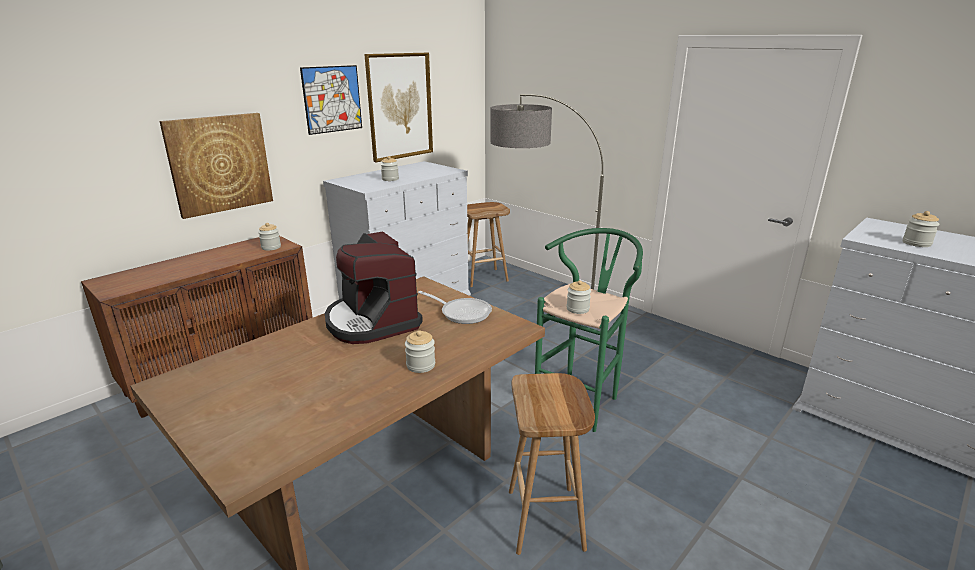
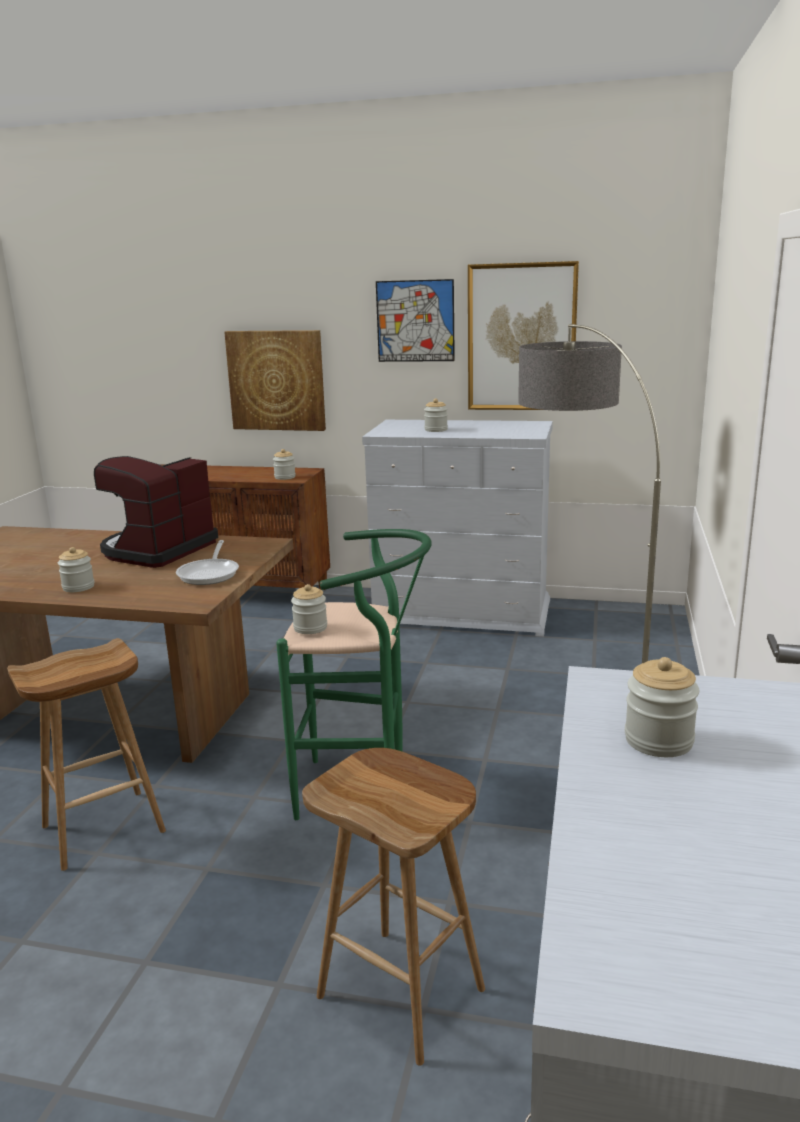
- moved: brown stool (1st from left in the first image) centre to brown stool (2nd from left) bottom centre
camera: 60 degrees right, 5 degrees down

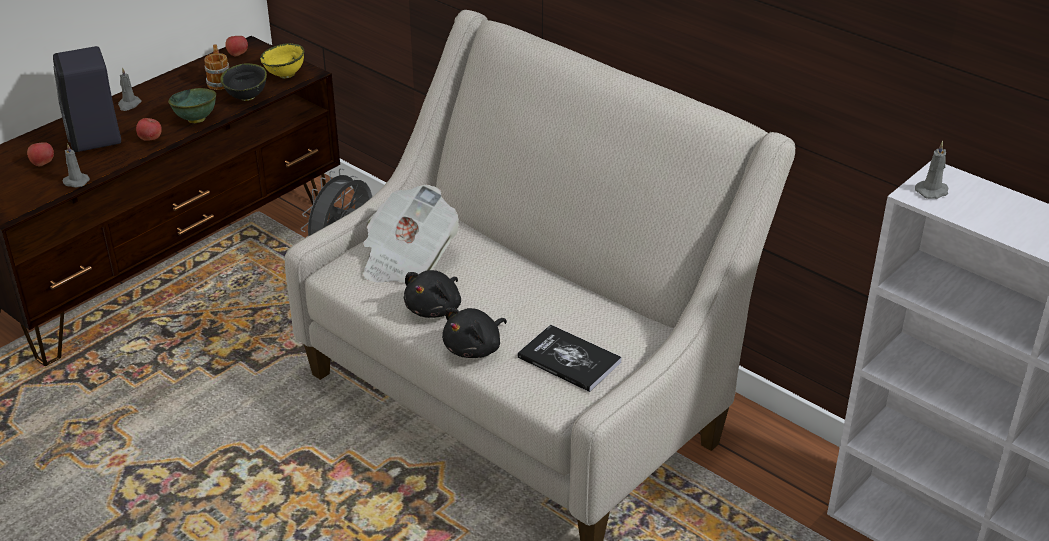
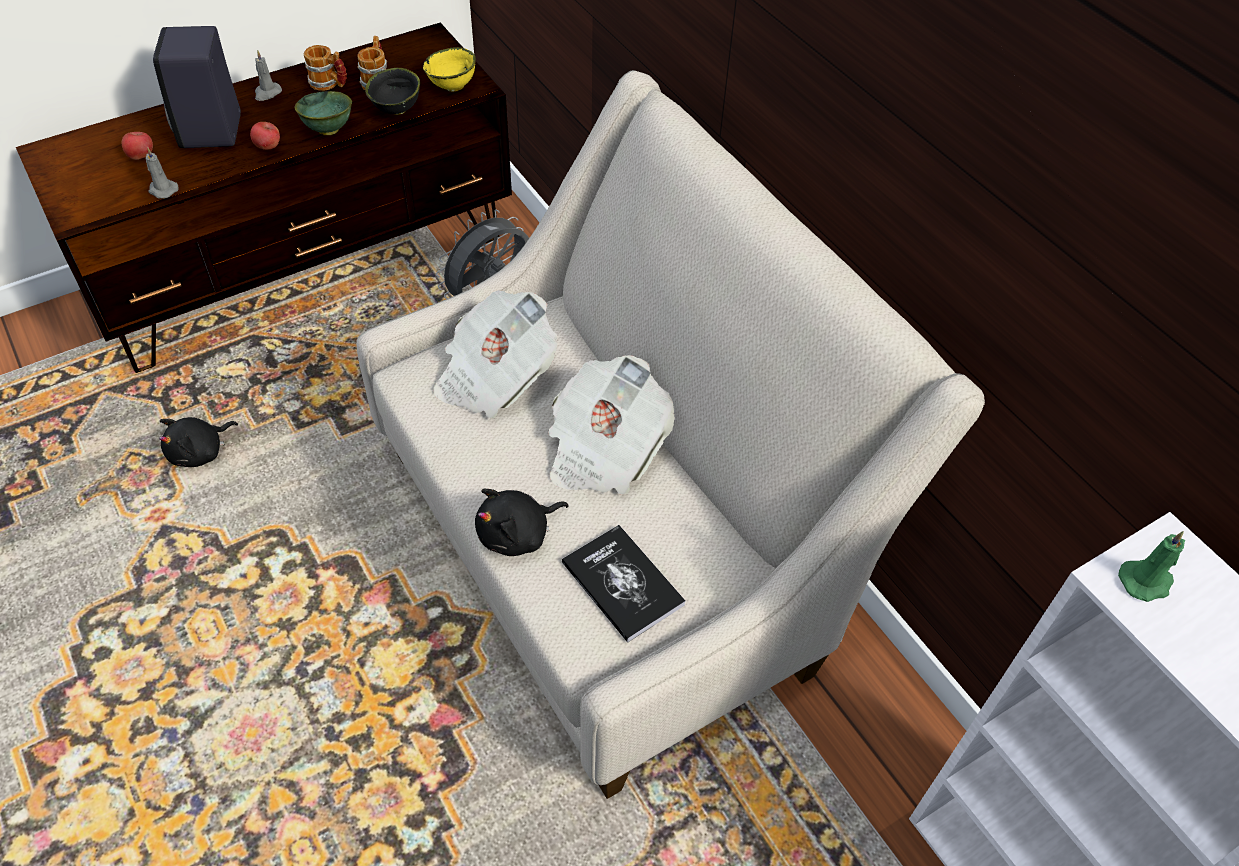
- removed: apple (3rd from left) top left
- added: mug (1st from left) top left
- added: newspaper (2nd from left) centre
- moved: black plush toy (1st from left) centre to middle left
- recoloured: grey candle (3rd from left) top right to green candle middle right
camera: 15 degrees right, 15 degrees up

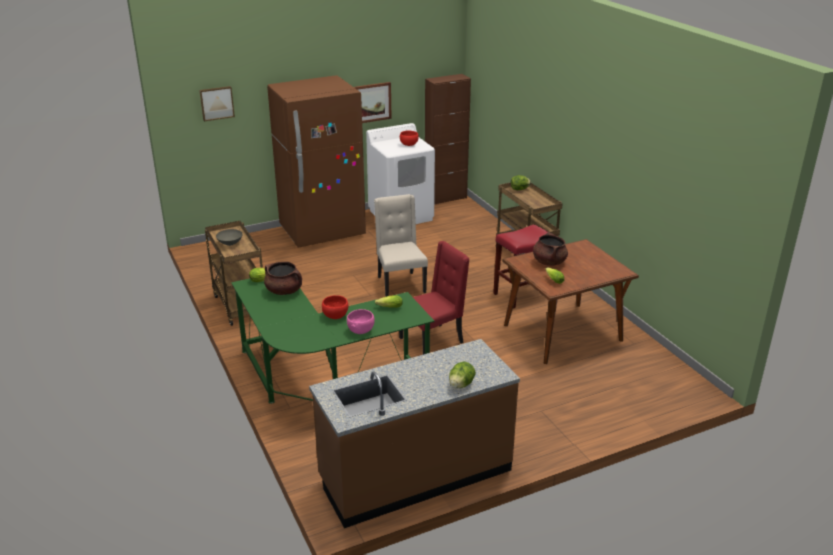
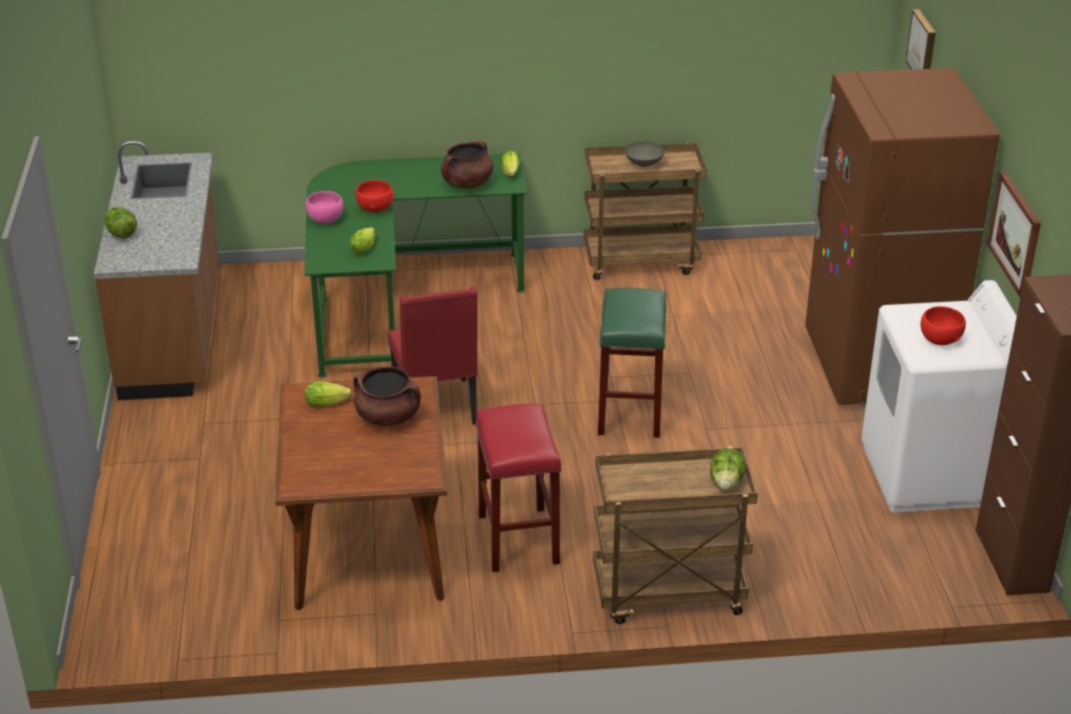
- replaced: beige chair centre to green stool centre
camera: 110 degrees right, 5 degrees up

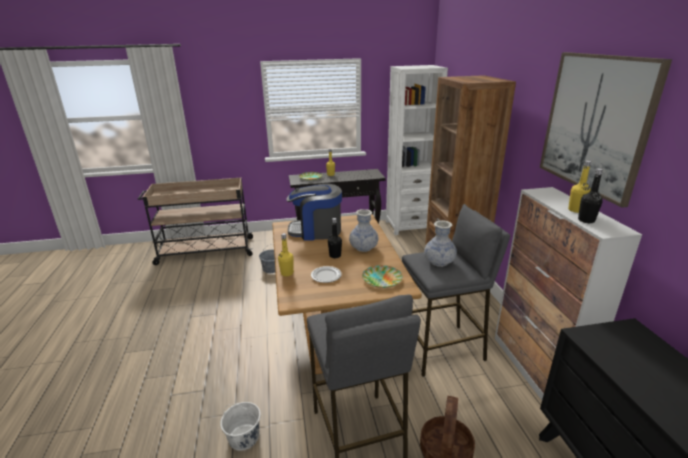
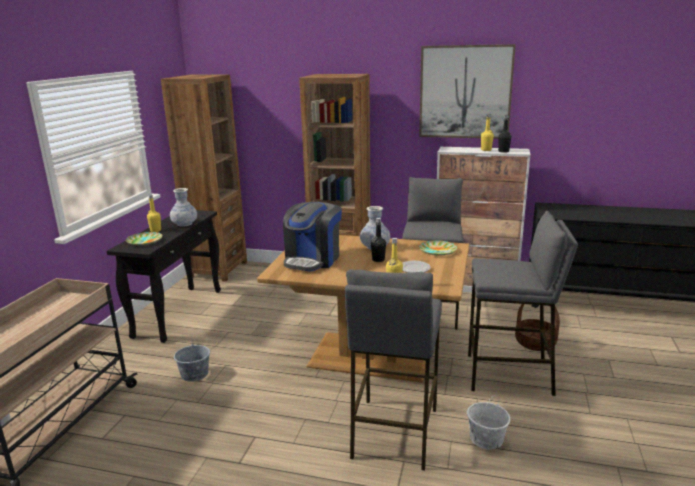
- added: grey stool (1st from left) bottom centre
- moved: vase (2nd from left in the first image) centre to vase (1st from left) middle left
- recoloured: white bookcase top centre to brown bookcase (1st from left) middle left
camera: 65 degrees left, 5 degrees down

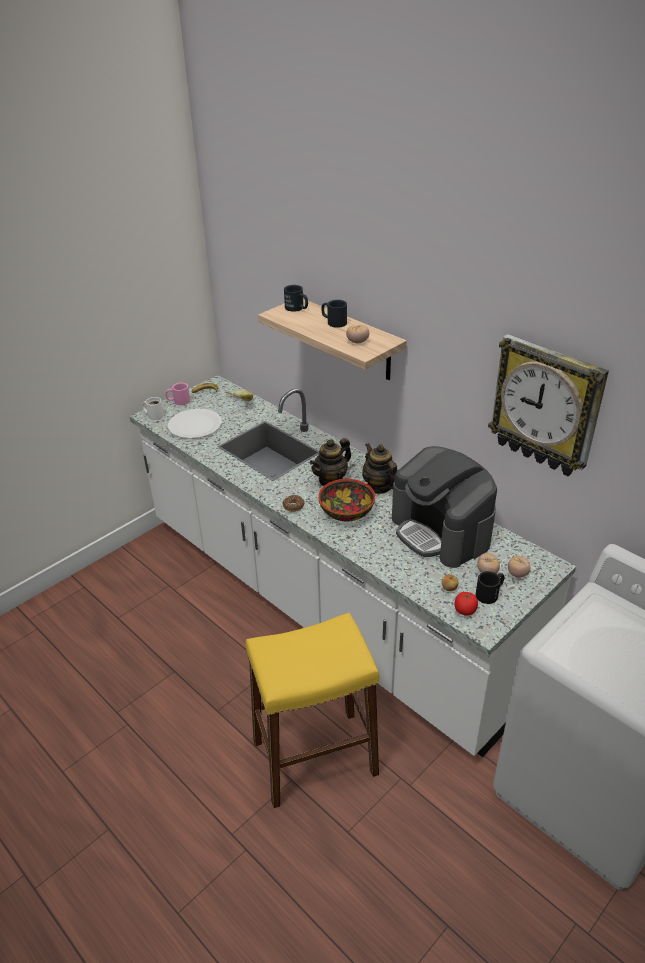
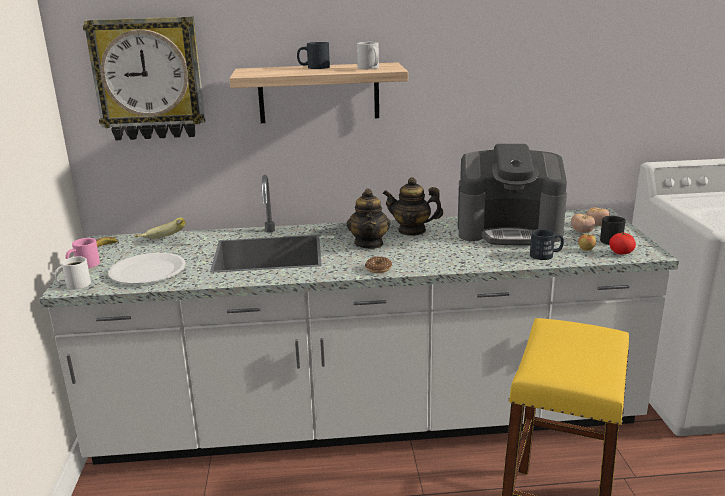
- removed: bowl centre
- moved: black mug (1st from left in the first image) top centre to black mug (2nd from left) middle right
- moved: wall clock middle right to top left
- replaced: tomato (1st from left) centre to white mug (2nd from left) top centre
camera: 50 degrees left, 15 degrees down

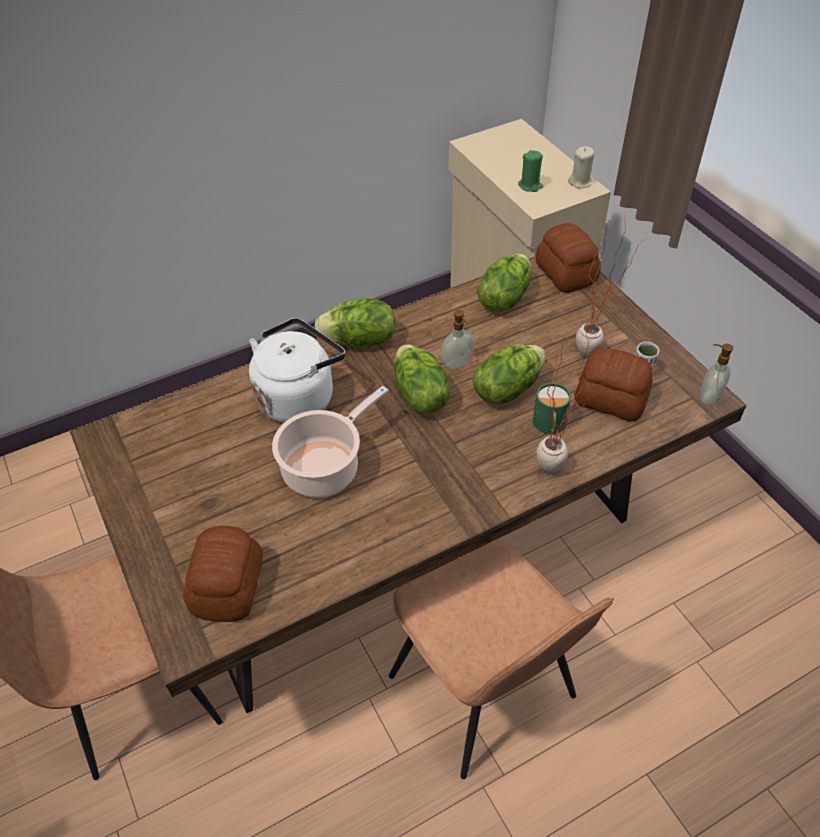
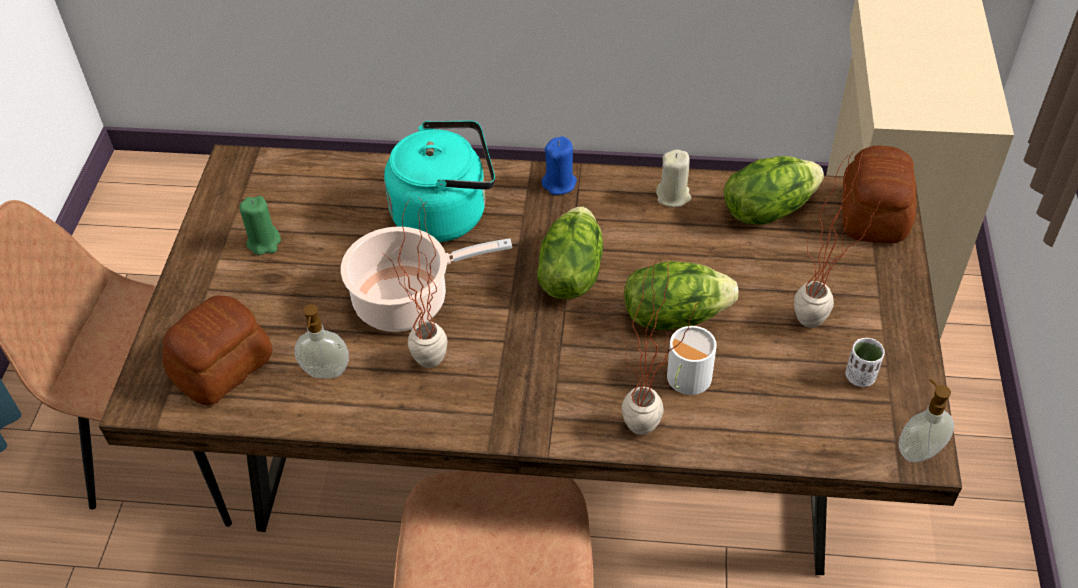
- removed: bread (3rd from left) middle right
- added: potted plant (1st from left) centre
- moved: soap dispenser (1st from left) centre to middle left
- moved: green candle top centre to middle left
- moved: beige candle top right to top centre
- replaced: lettuce (1st from left) centre to blue candle top centre
- recoloured: white kettle centre to turquoise kettle top centre
- recoloured: green mug middle right to white mug centre
camera: 35 degrees right, 0 degrees up

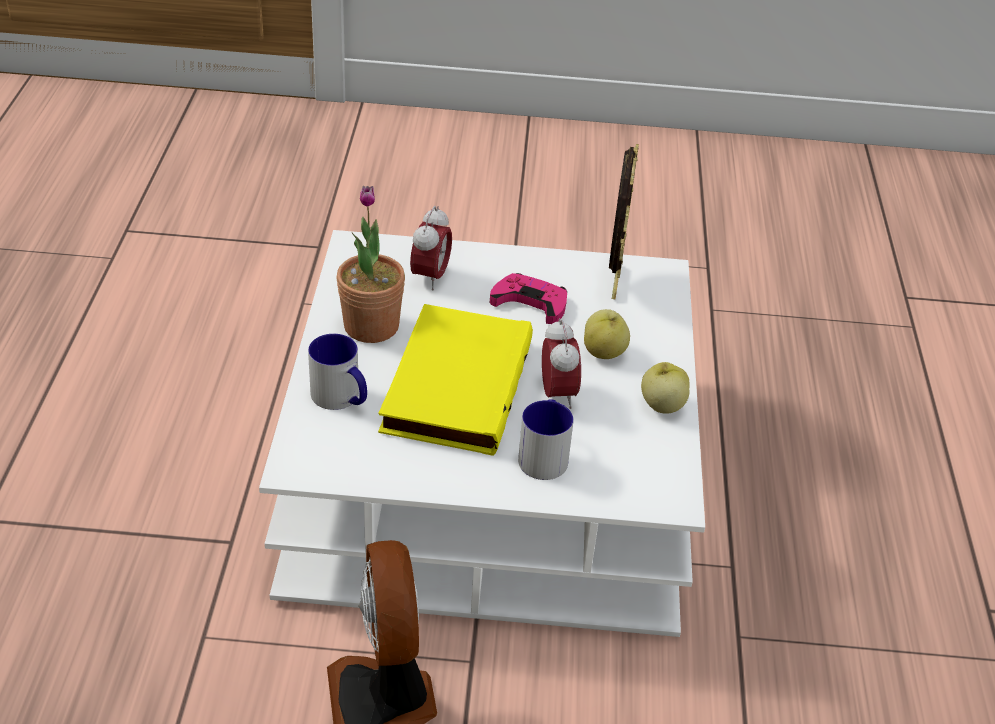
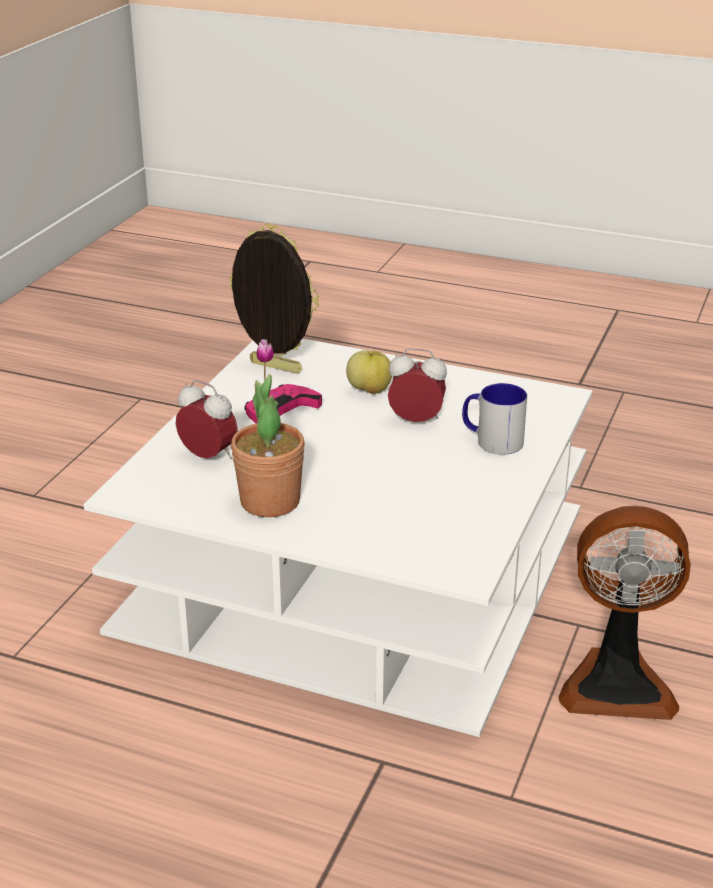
- removed: mug (1st from left) centre
- removed: yellow book centre
- removed: apple (2nd from left) middle right
camera: 70 degrees left, 10 degrees down

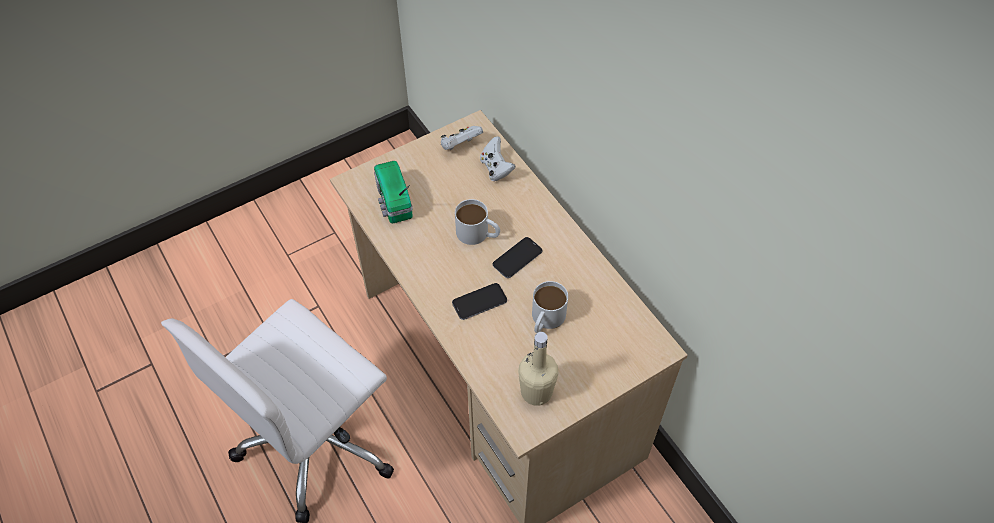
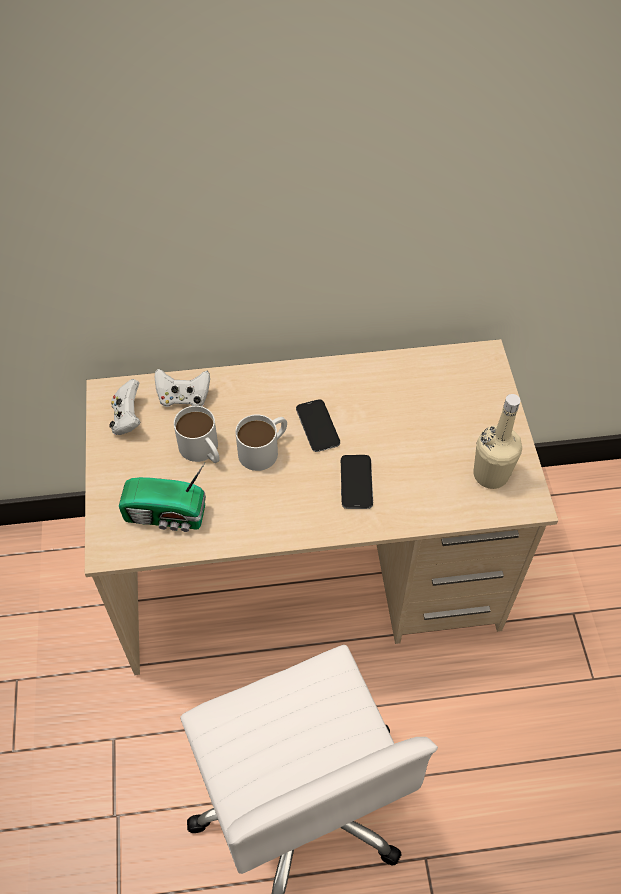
- moved: white mug (2nd from left in the first image) centre to white mug (1st from left) middle left
camera: 65 degrees left, 0 degrees up

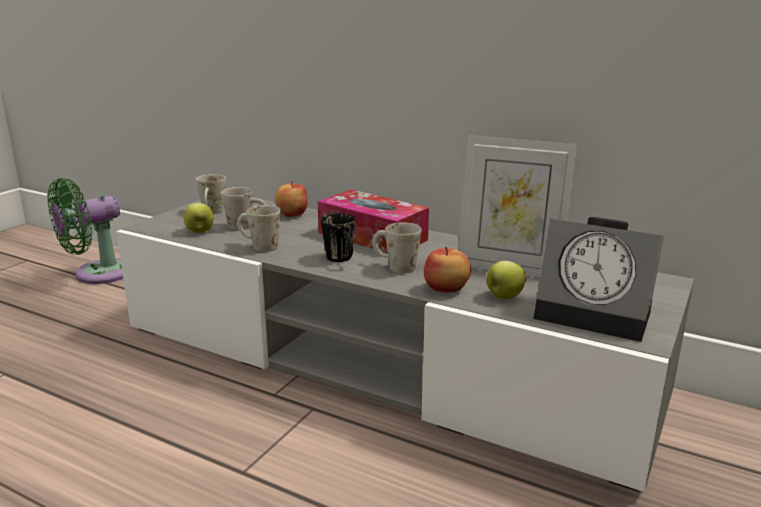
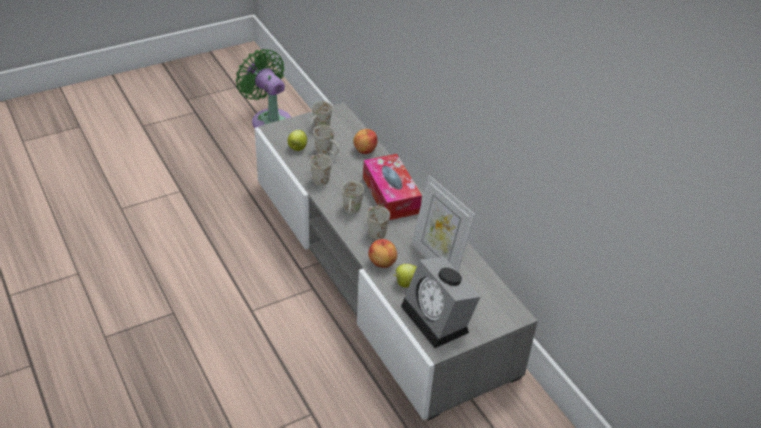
- recoloured: black mug centre to white mug (4th from left) centre
- turned: green fan middle left = top centre 60 degrees clockwise
camera: 30 degrees right, 20 degrees up

